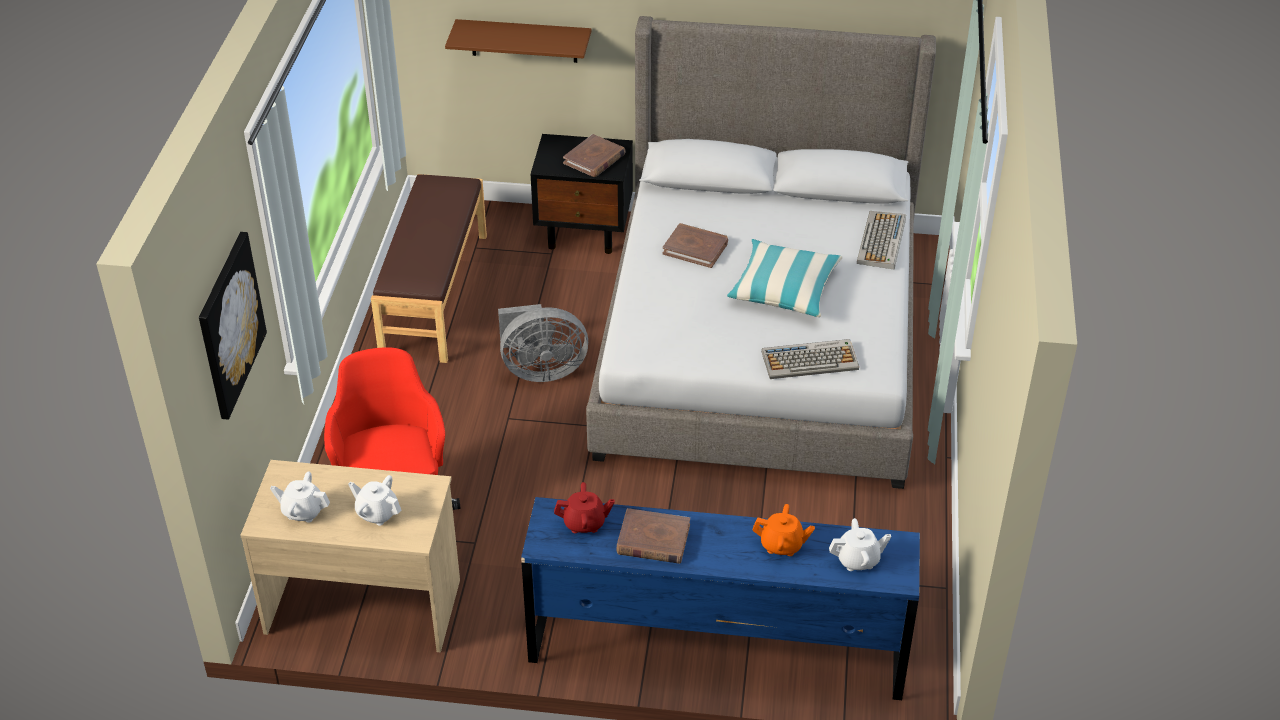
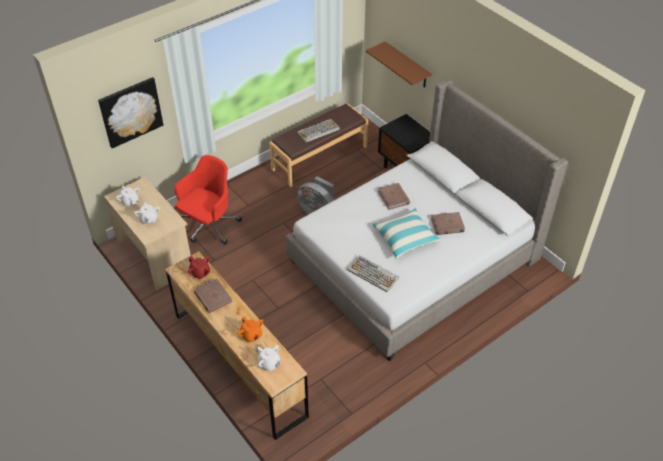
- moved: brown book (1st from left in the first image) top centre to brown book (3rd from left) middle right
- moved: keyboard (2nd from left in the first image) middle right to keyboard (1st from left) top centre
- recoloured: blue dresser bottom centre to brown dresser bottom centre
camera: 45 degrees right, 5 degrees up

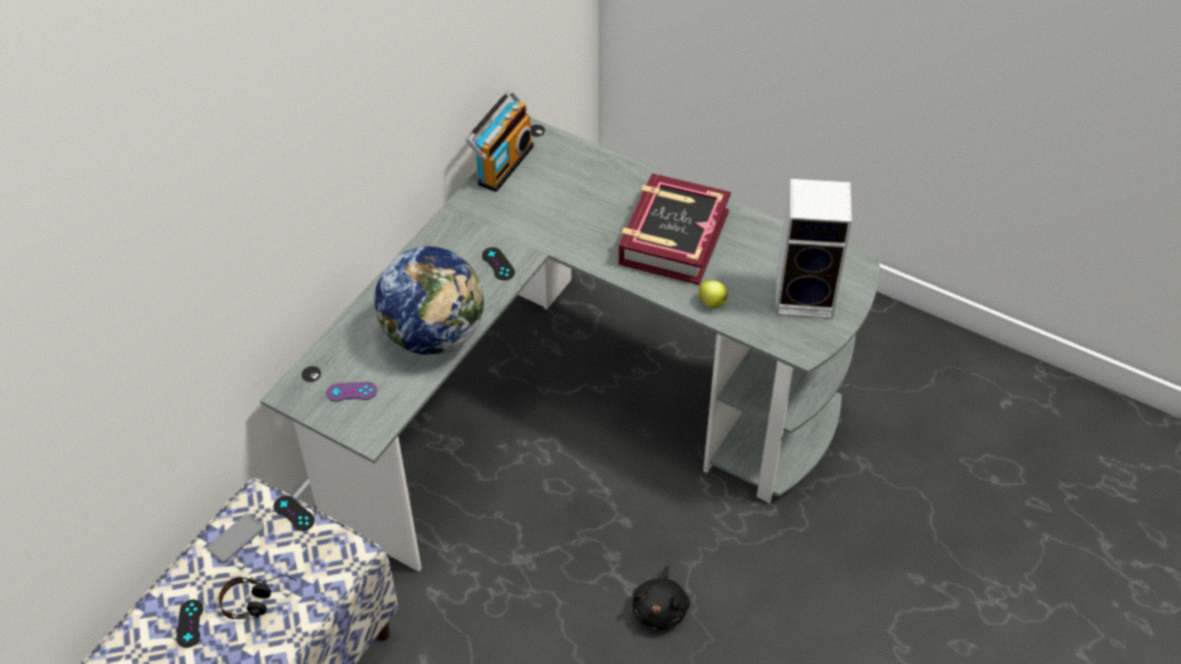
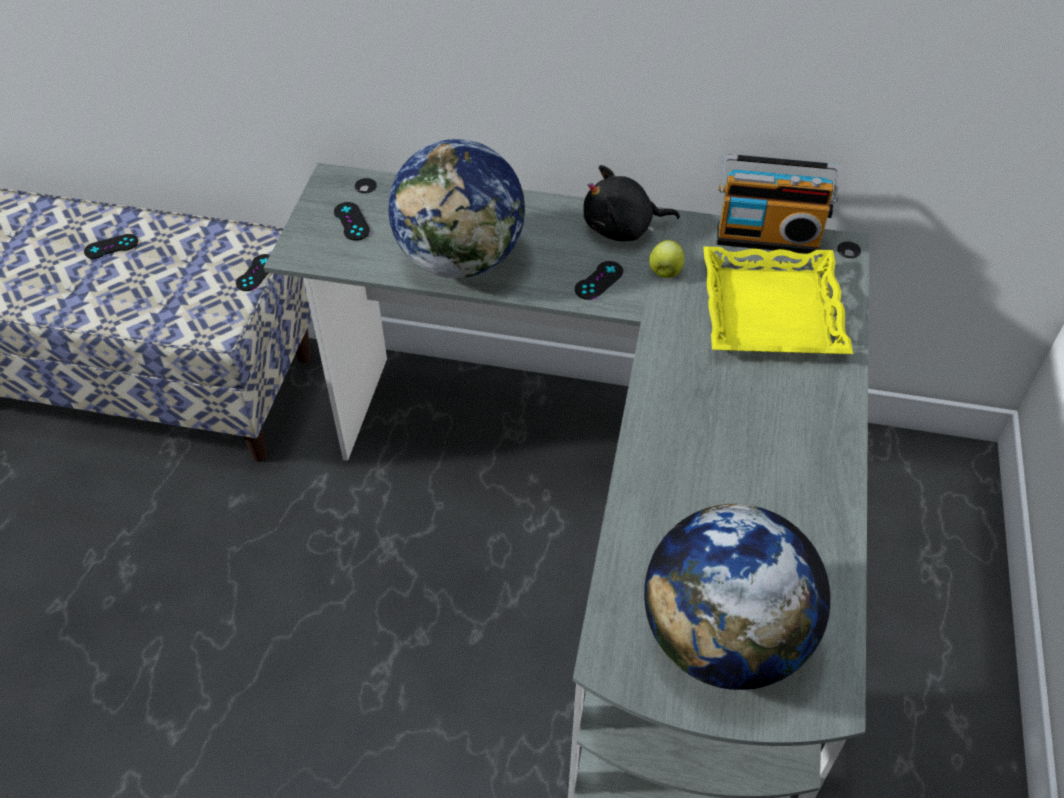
- removed: phone bottom left
- removed: headphones bottom left
- removed: book centre
- added: yellow tray middle right
- moved: black plush toy bottom centre to top centre
- moved: apple centre to top centre
- replaced: speaker middle right to globe (2nd from left) bottom right
- recoloured: purple game controller middle left to black game controller (3rd from left) top left
camera: 70 degrees right, 0 degrees up

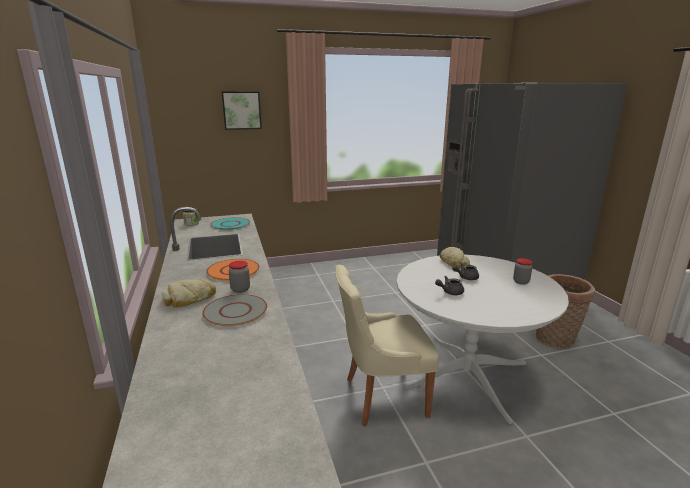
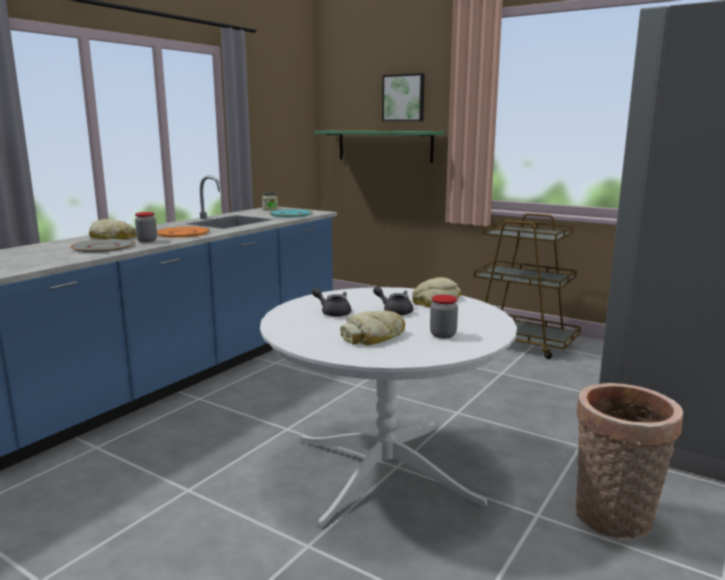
- removed: beige chair bottom centre
- added: green shelf top centre
- added: bread (2nd from left) centre
- added: brown cart middle right
camera: 50 degrees right, 5 degrees down

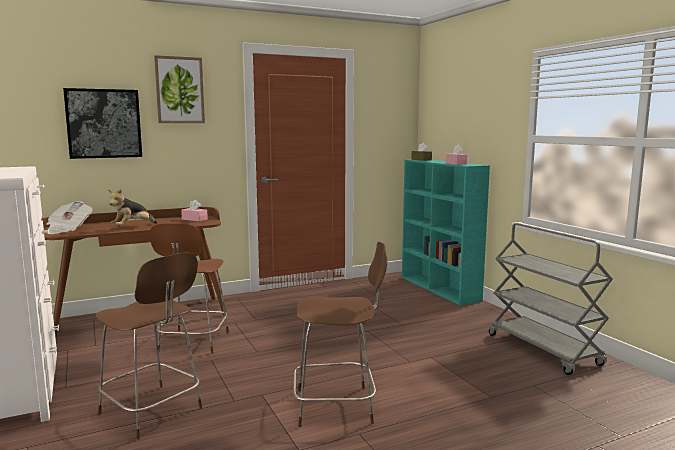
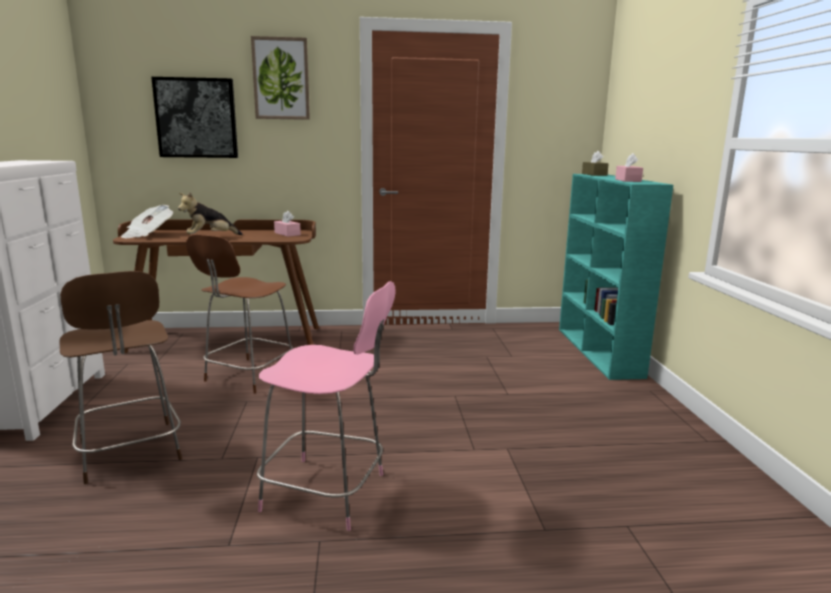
- removed: grey cart middle right
- recoloured: brown chair (3rd from left) bottom centre to pink chair bottom centre
camera: 20 degrees right, 5 degrees up

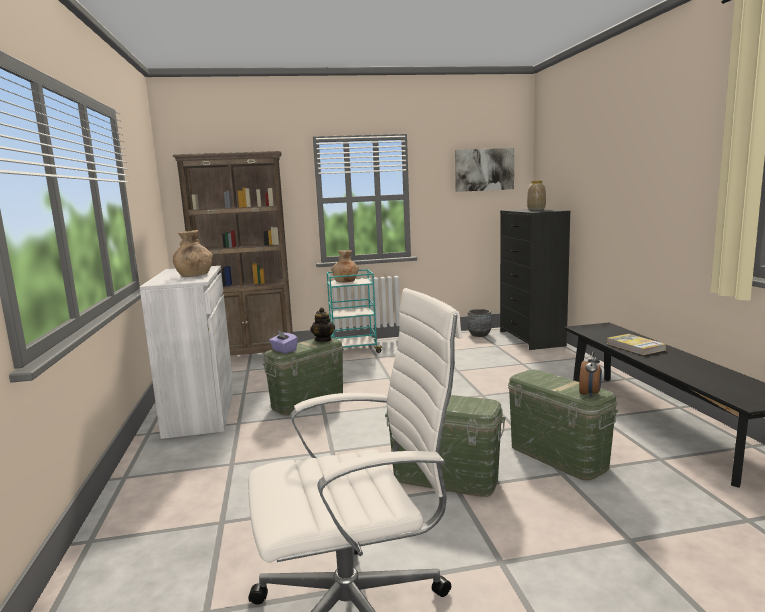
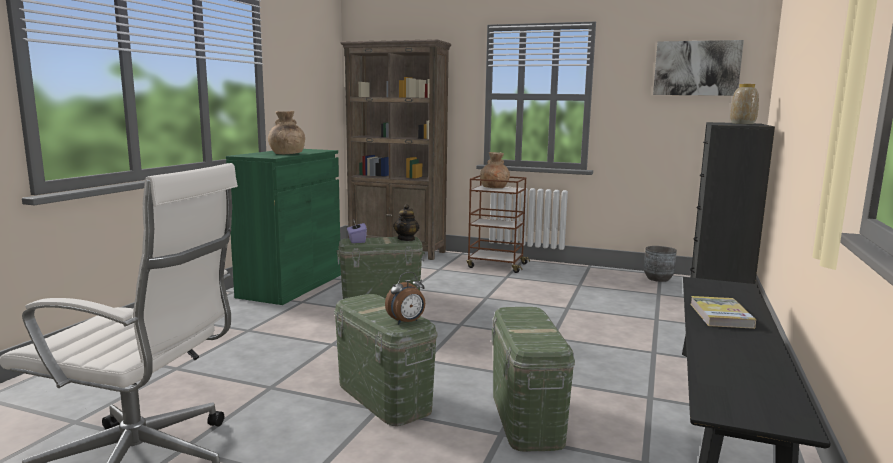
- moved: alarm clock middle right to centre
- recoloured: white cabinet middle left to green cabinet middle left
- recoloured: turquoise cart centre to brown cart centre
camera: 30 degrees right, 0 degrees up

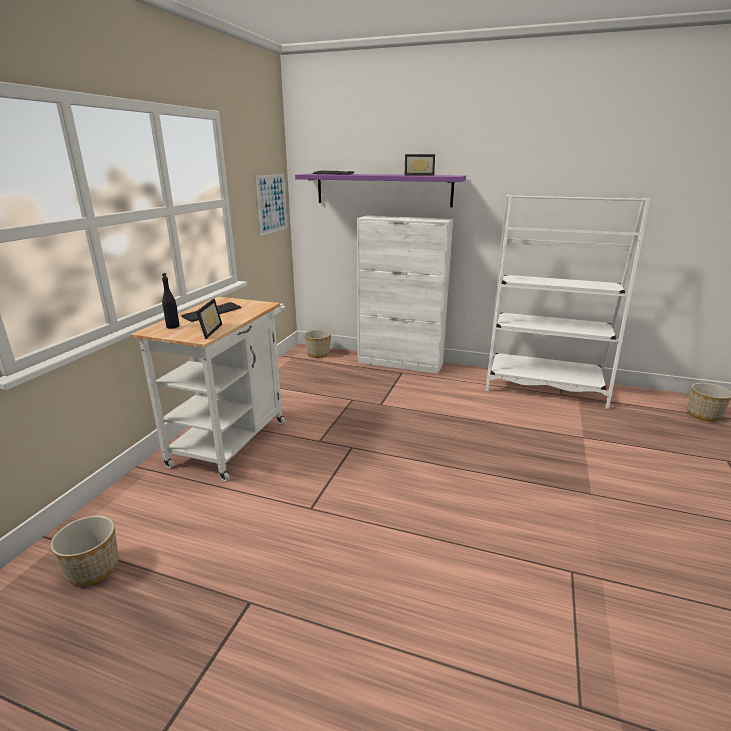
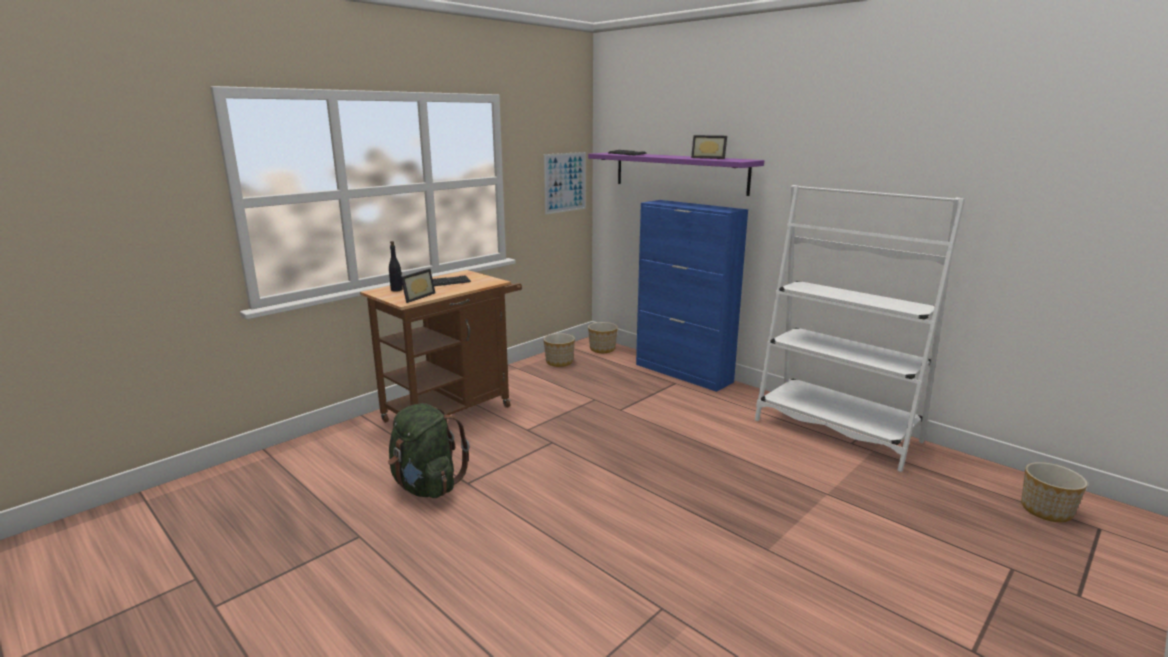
- added: green backpack bottom centre
- moved: planter (1st from left) bottom left to centre
- recoloured: white cart middle left to brown cart centre
- recoloured: white cabinet centre to blue cabinet centre
camera: 25 degrees right, 5 degrees down

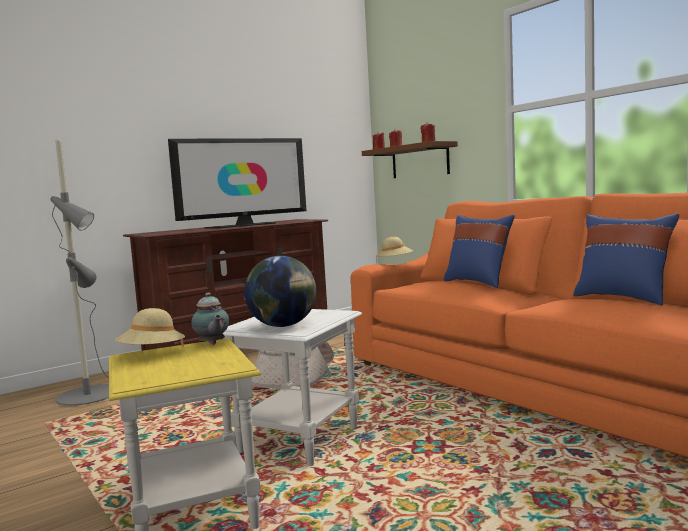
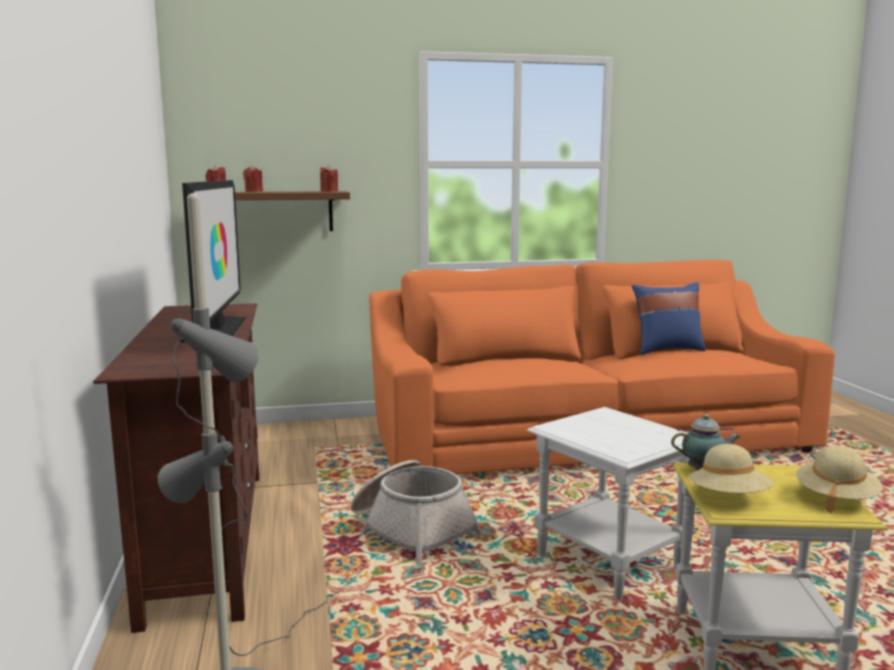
- removed: globe centre
- removed: blue pillow (1st from left) middle right
- moved: beige hat (2nd from left) centre to bottom right
camera: 65 degrees left, 5 degrees up

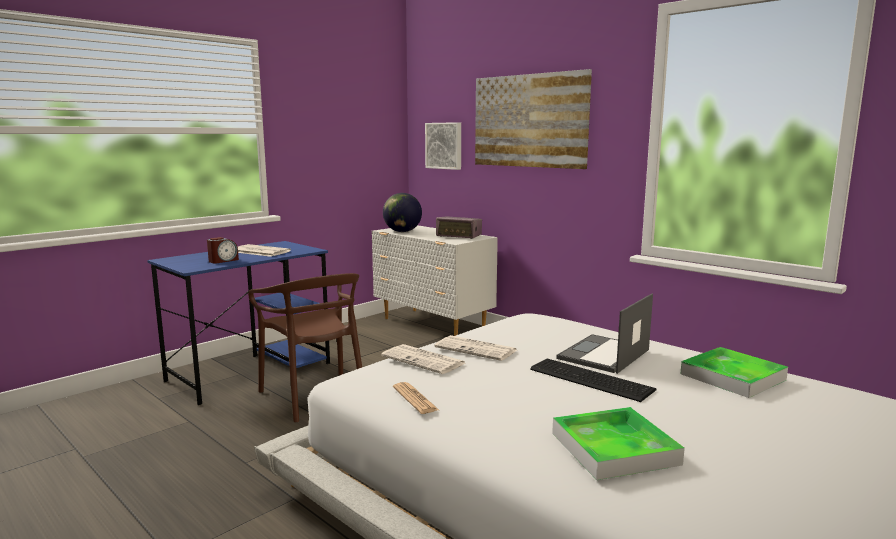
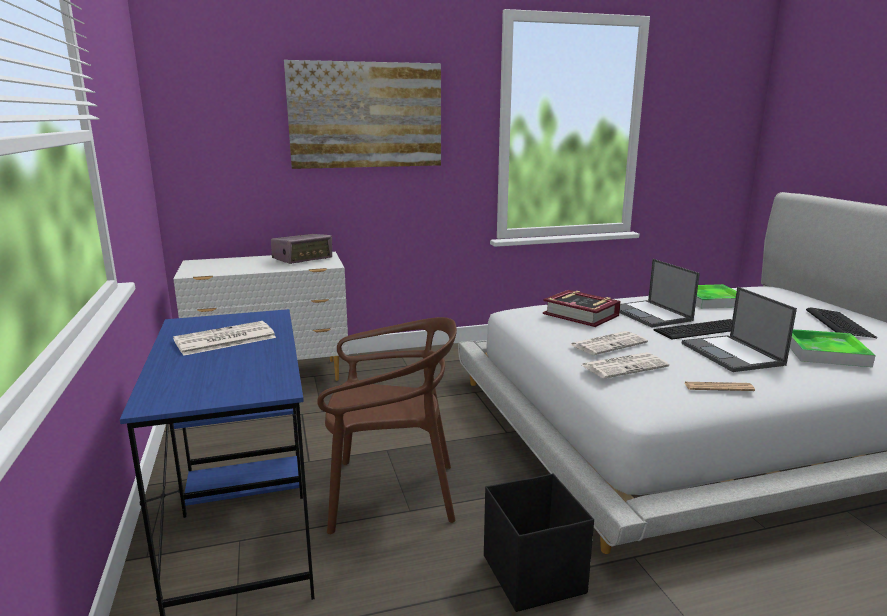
- removed: alarm clock middle left
- removed: globe centre
- removed: picture (1st from left) top centre
- added: black storage box bottom centre
- added: book centre
- added: laptop (2nd from left) middle right
- added: keyboard (2nd from left) middle right
camera: 60 degrees left, 5 degrees up

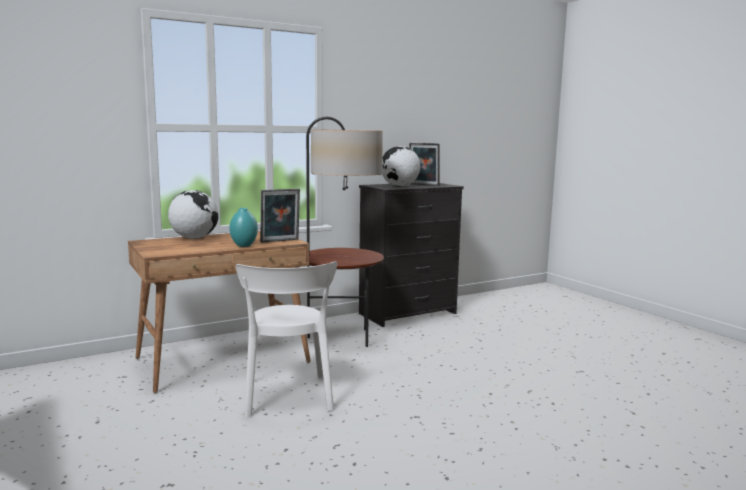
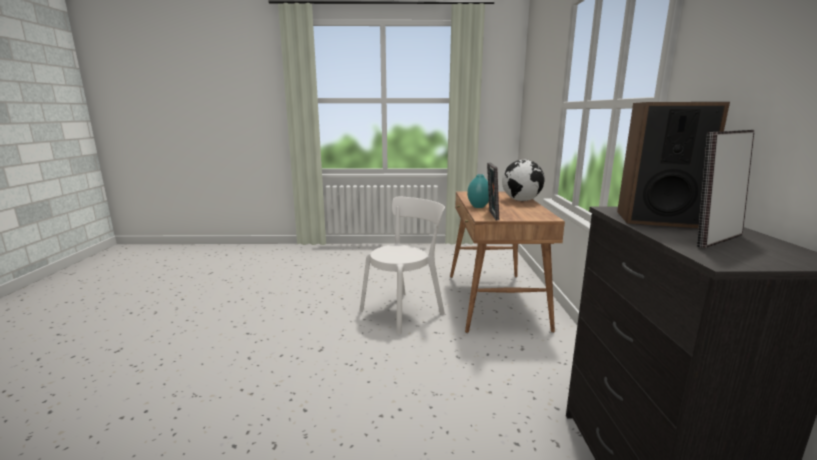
- removed: floor lamp centre
- replaced: globe (2nd from left) centre to speaker middle right
- turned: white chair bottom centre = centre 120 degrees clockwise
camera: 120 degrees right, 5 degrees up

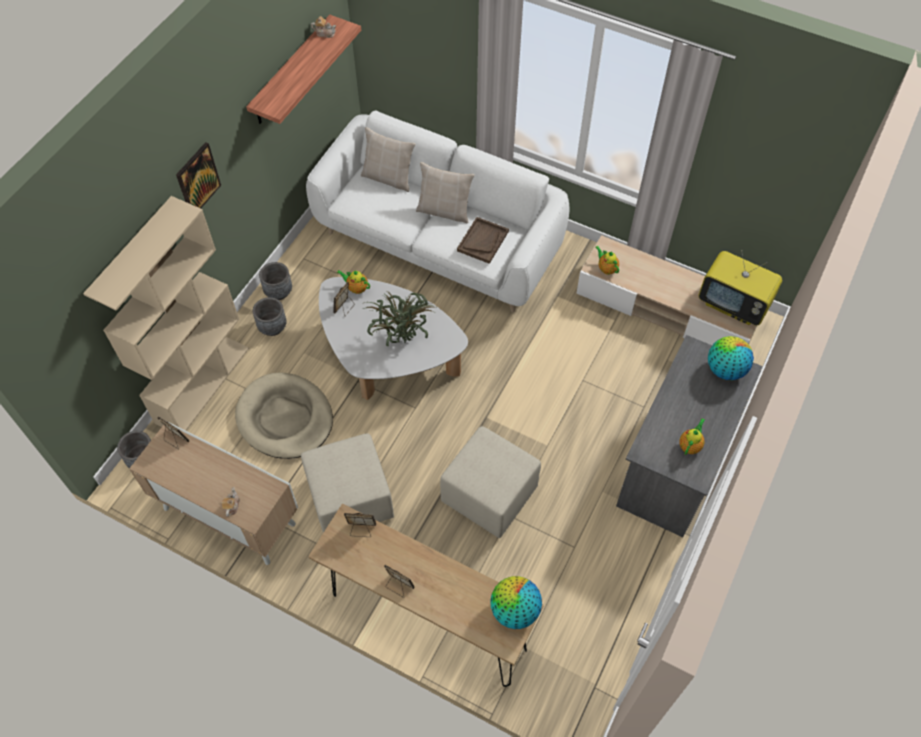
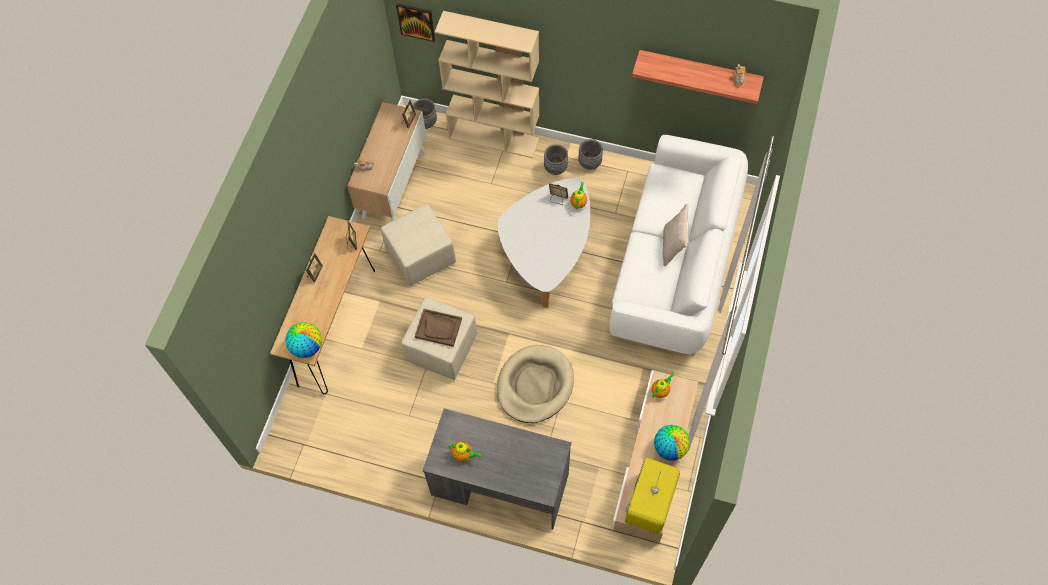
- removed: beige pillow (1st from left) top centre
- removed: potted plant centre
- moved: picture top left to top centre
- moved: beige dog bed middle left to centre
- moved: brown tray top centre to centre
- moved: globe (2nd from left) middle right to bottom centre
camera: 80 degrees right, 5 degrees up

